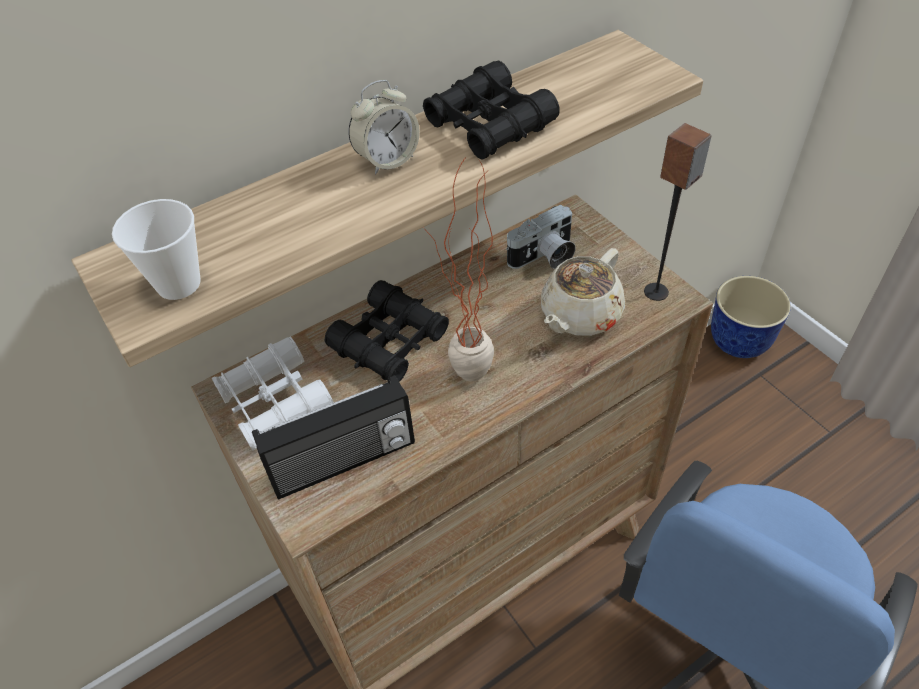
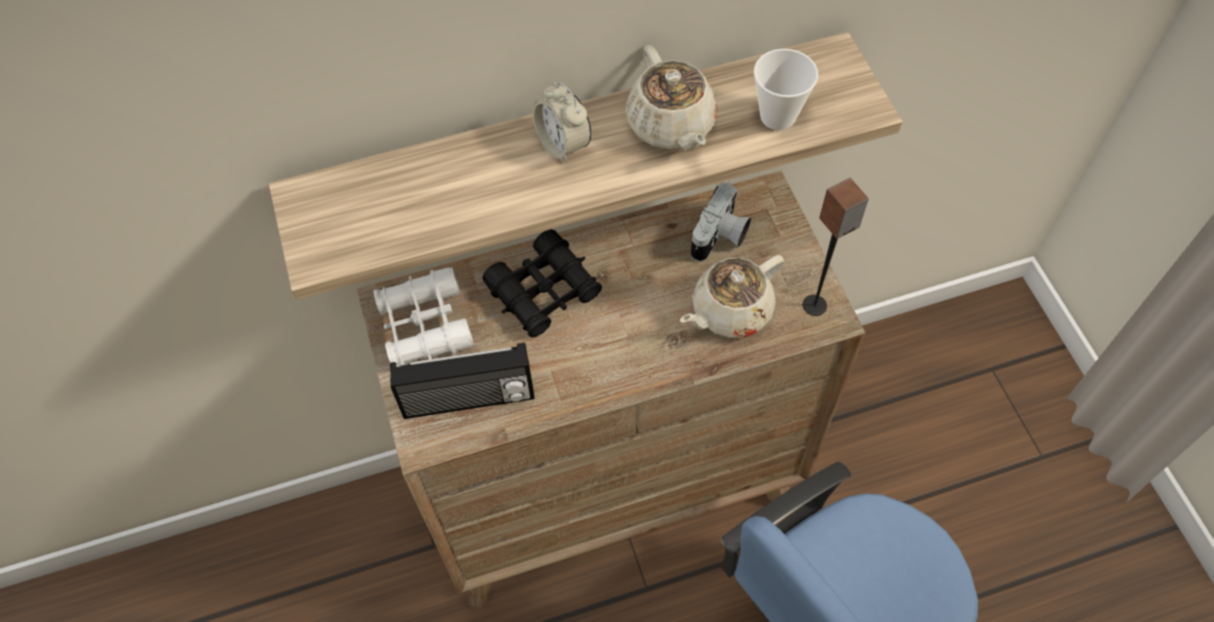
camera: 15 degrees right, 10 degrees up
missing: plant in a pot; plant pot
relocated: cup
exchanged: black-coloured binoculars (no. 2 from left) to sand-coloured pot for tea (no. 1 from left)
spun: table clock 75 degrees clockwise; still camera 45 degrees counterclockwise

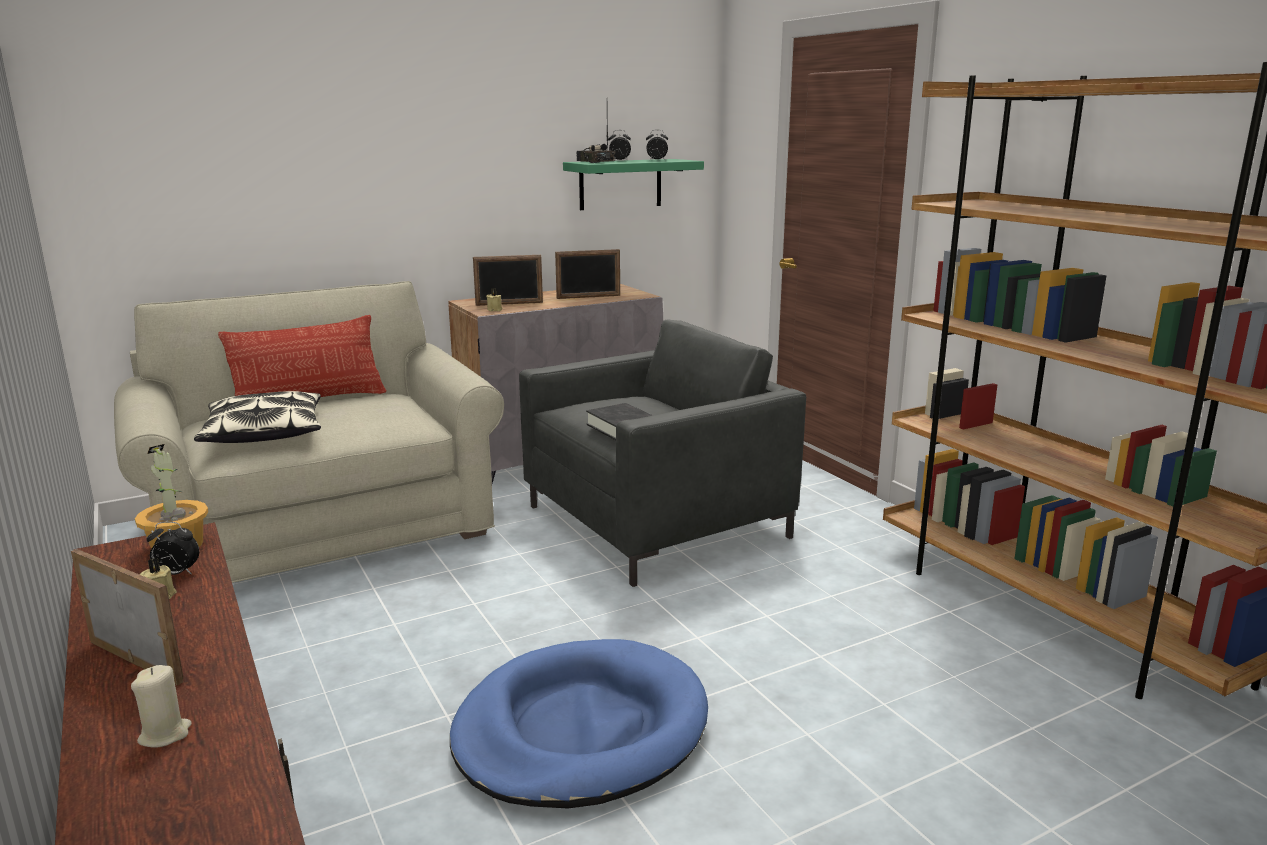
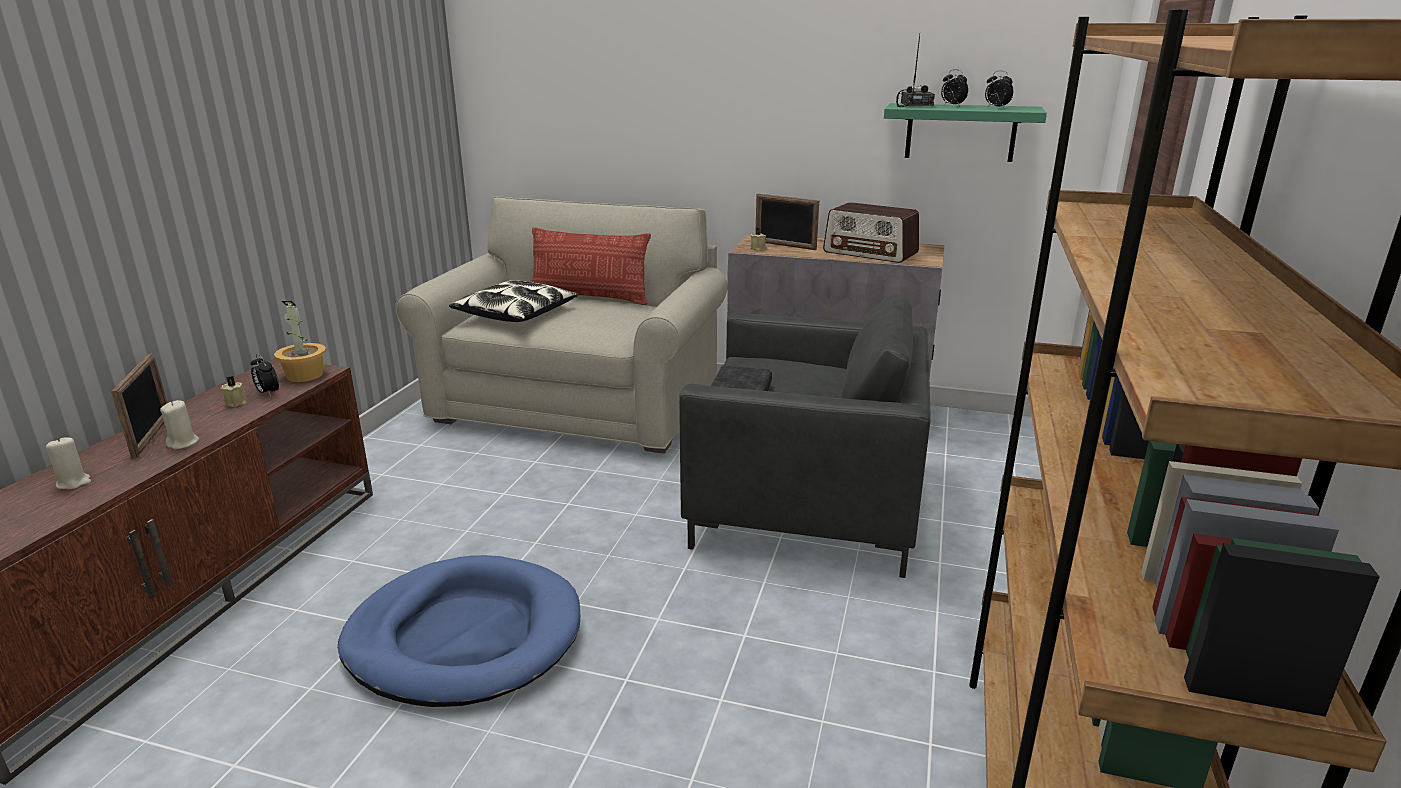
camera: 45 degrees right, 5 degrees up
appeared: sand-coloured candle (no. 2 from left)
exchanged: picture frame (no. 3 from left) to radio receiver (no. 1 from left)

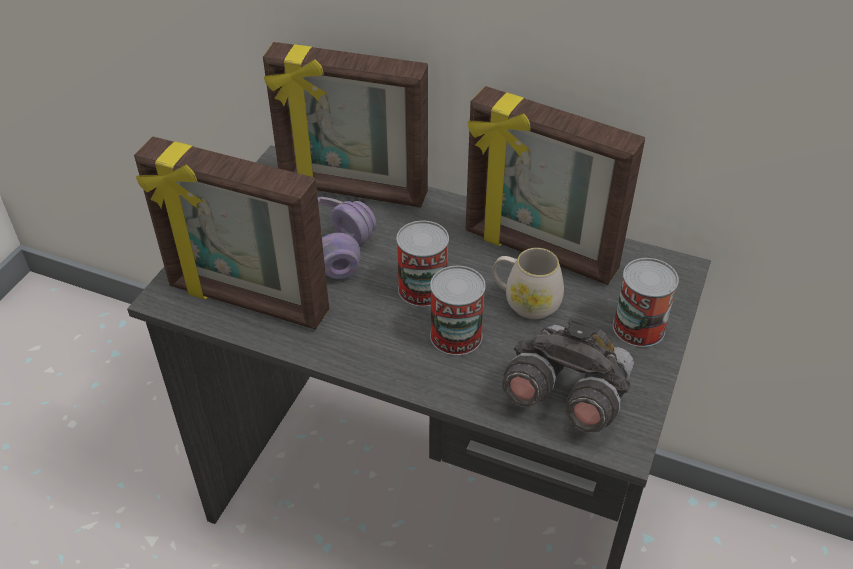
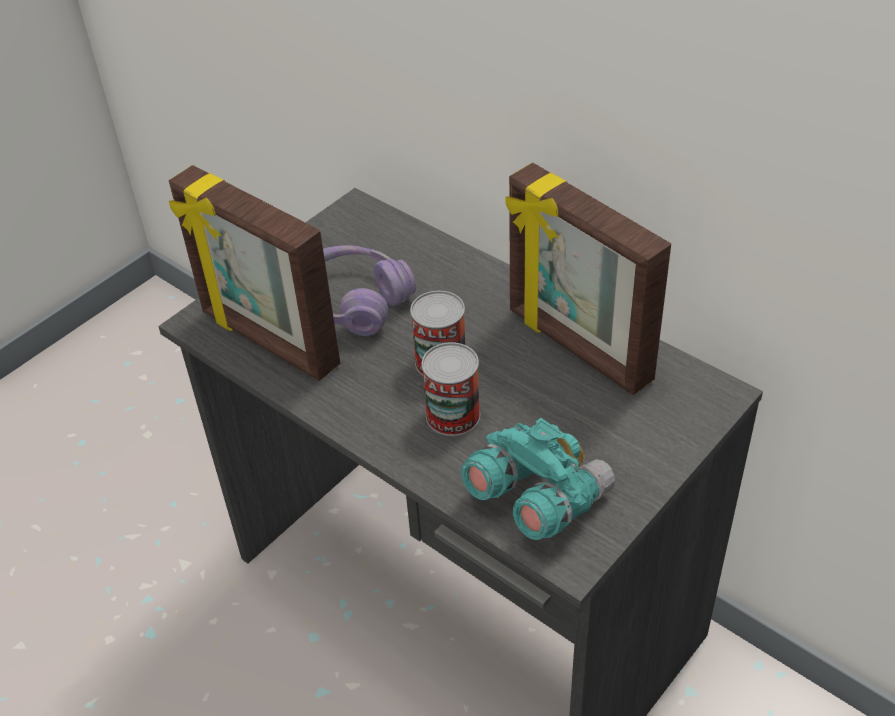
camera: 20 degrees right, 0 degrees up
missing: picture frame (no. 2 from left); white mug; sealed can (no. 3 from left)
colour: grey binoculars to turquoise binoculars

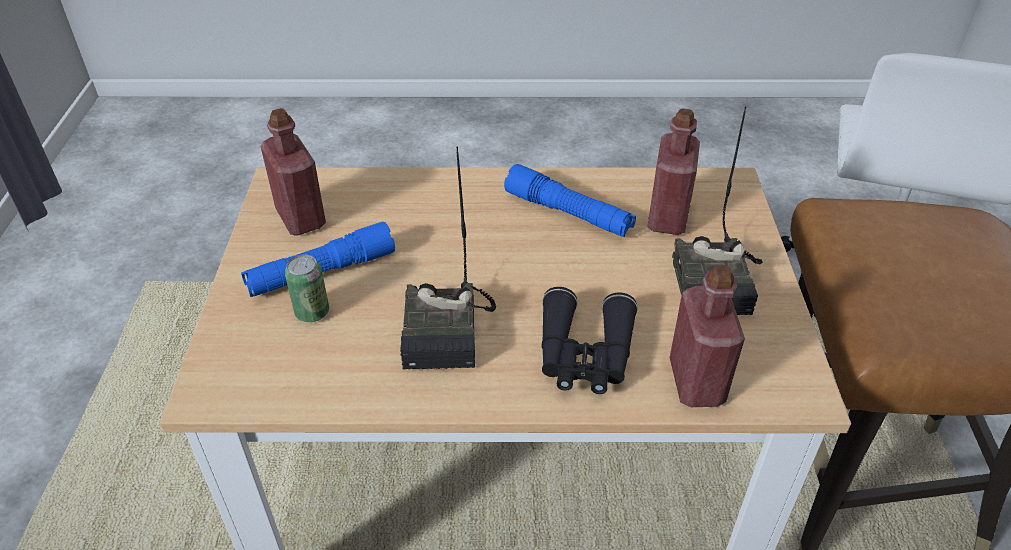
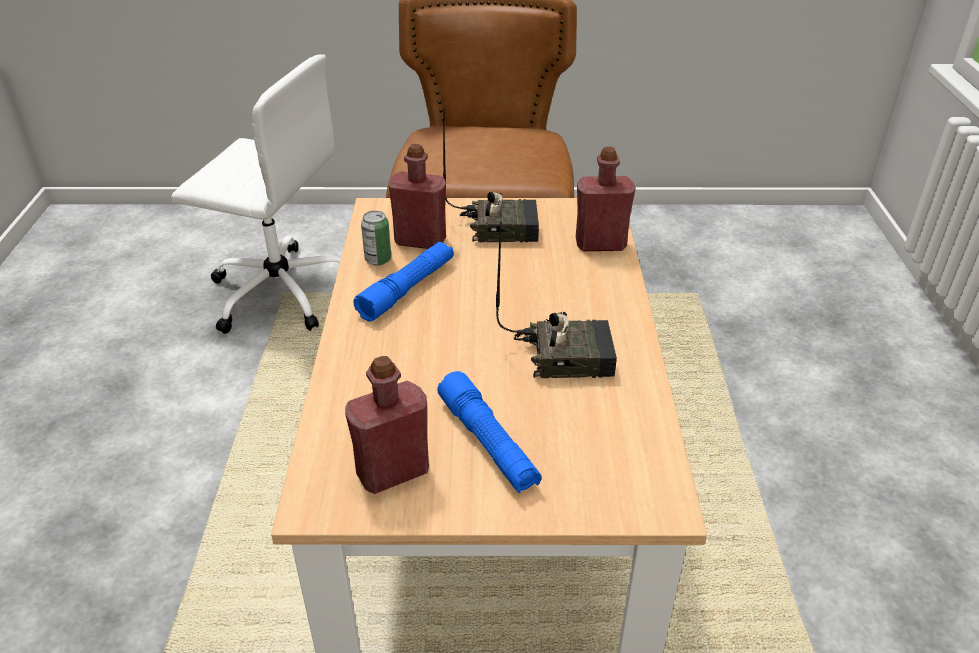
camera: 90 degrees left, 5 degrees down
missing: black-coloured binoculars
relocated: sealed can

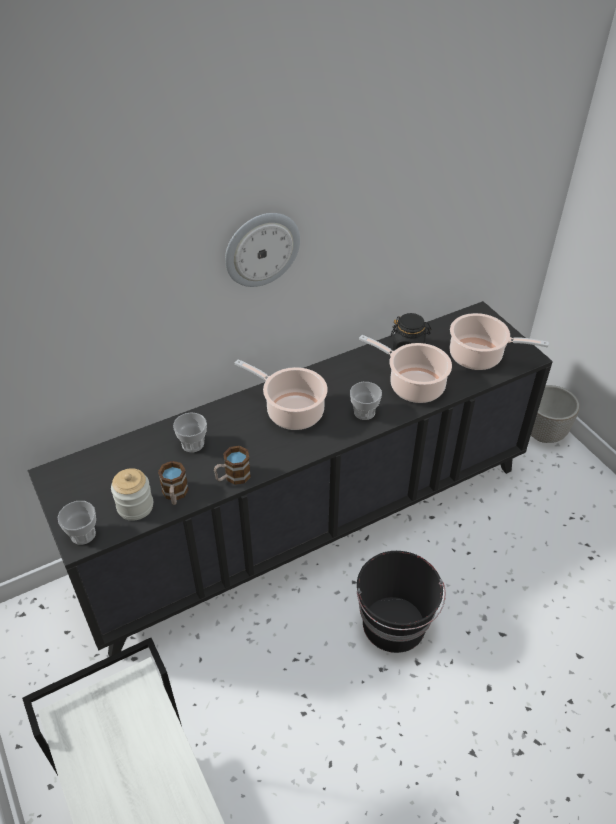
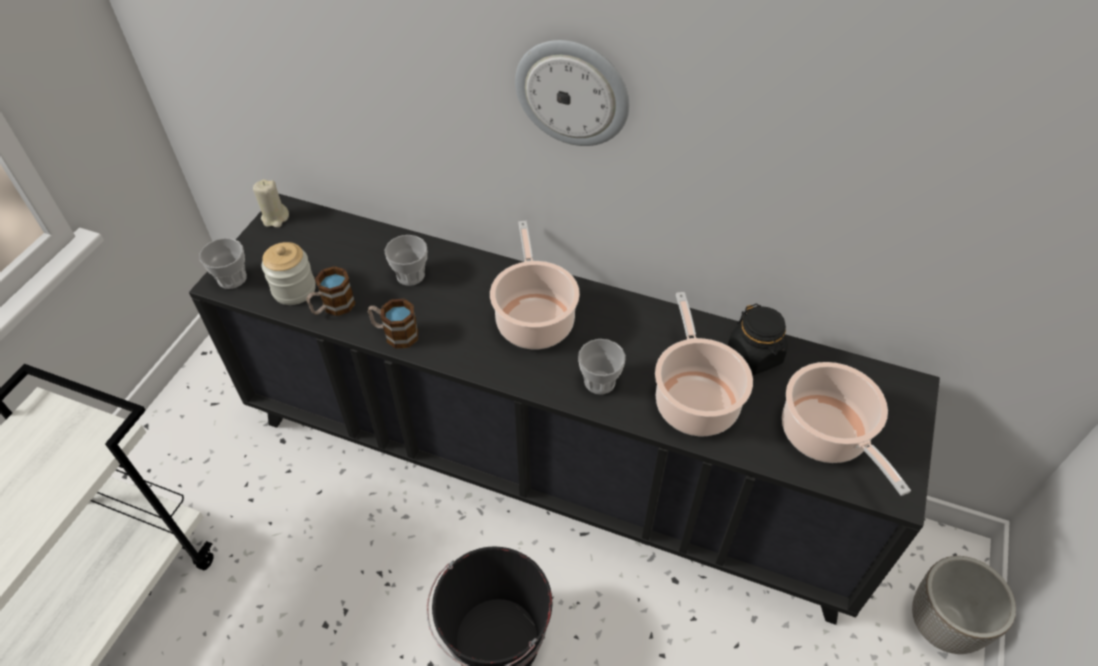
camera: 50 degrees right, 5 degrees up
appeared: sand-coloured candle

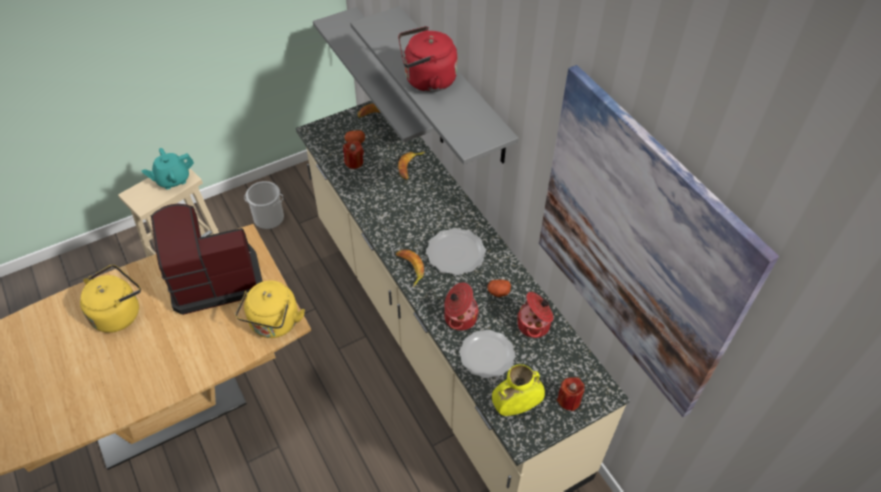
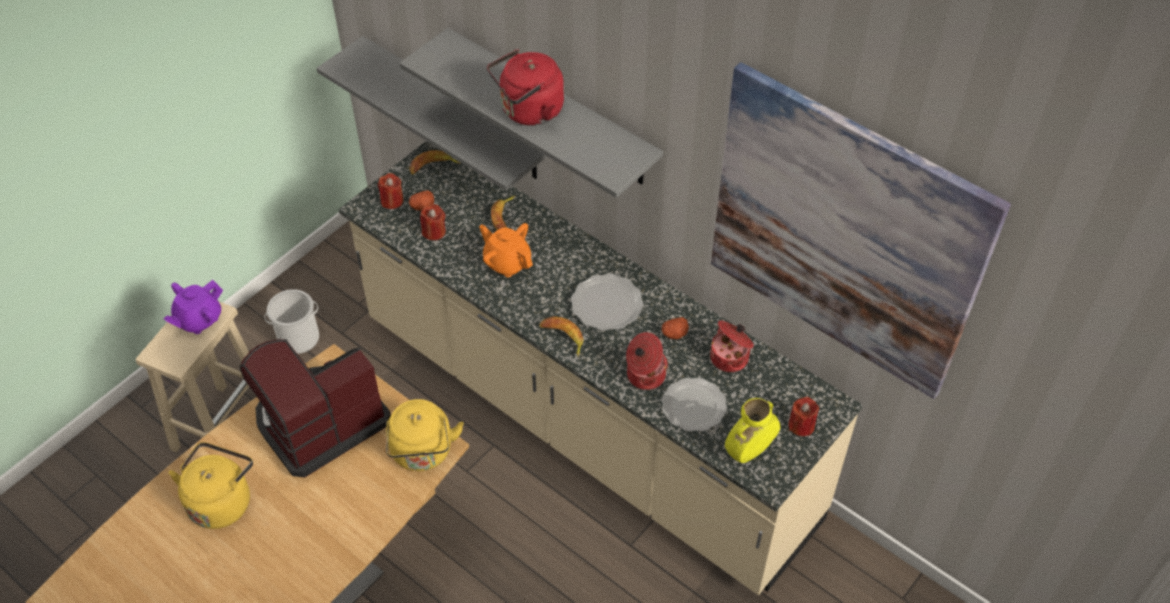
camera: 20 degrees left, 0 degrees up
appeared: red-coloured candle (no. 1 from left); orangey pot for tea
colour: turquoise pot for tea to purple-coloured pot for tea

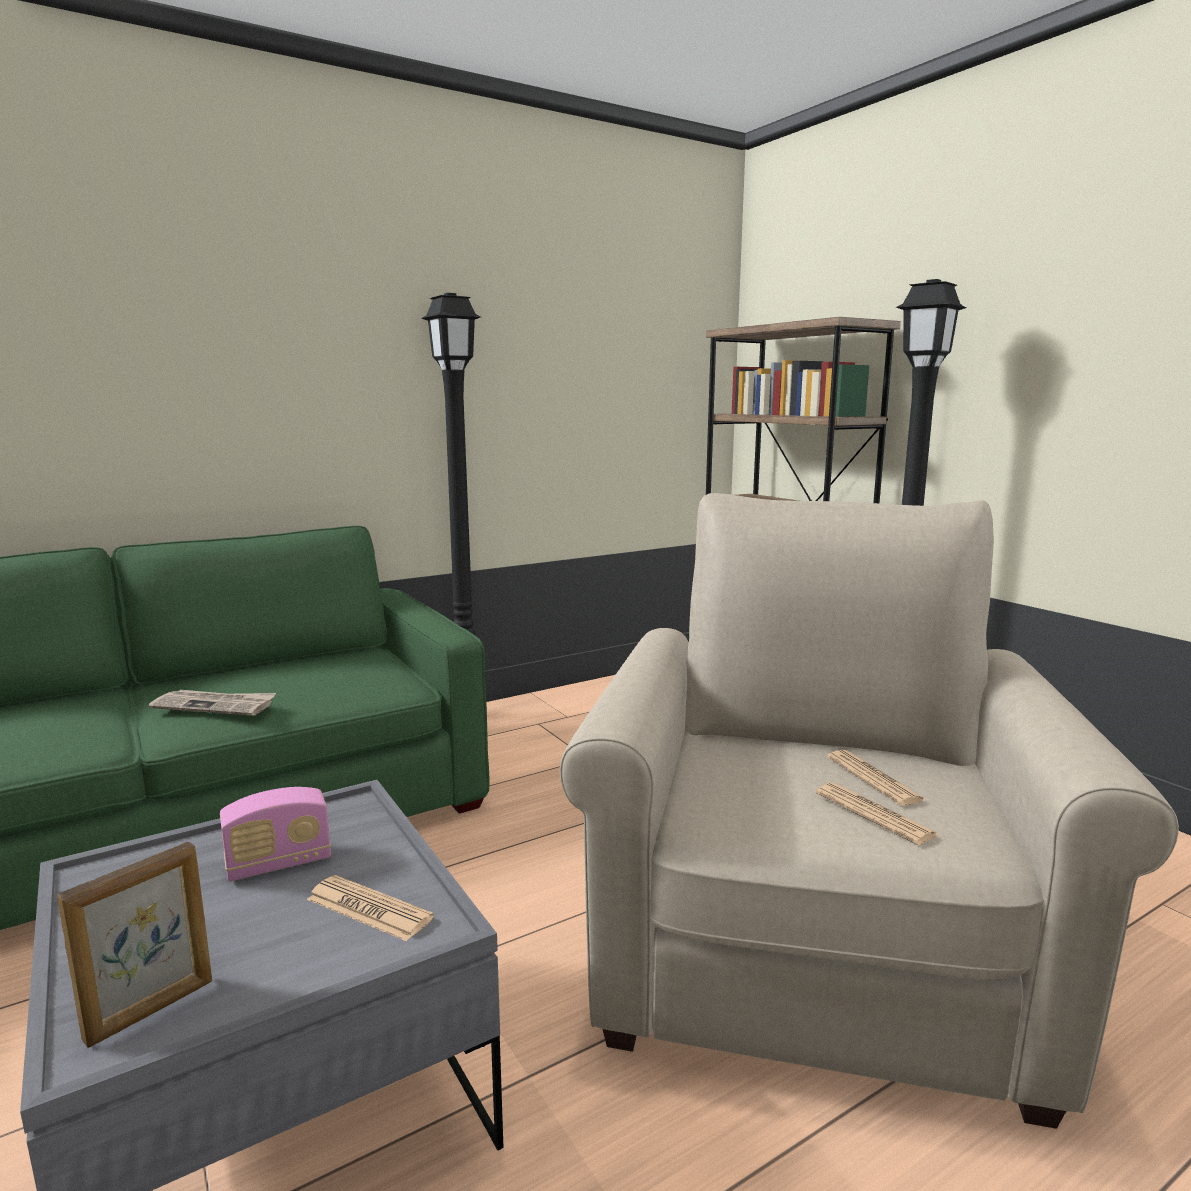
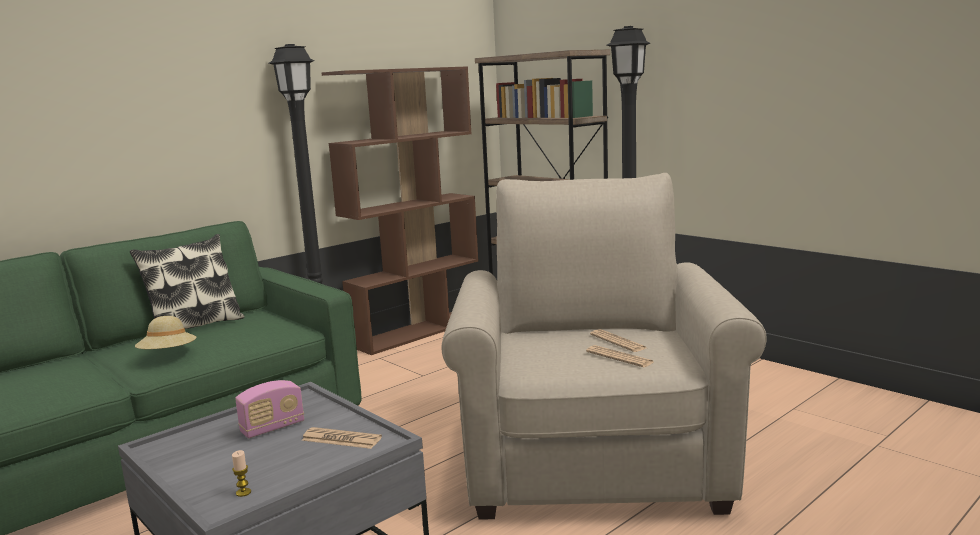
camera: 10 degrees left, 0 degrees up
appeared: throw pillow; brown bookshelf (no. 1 from left)
exchanged: picture frame to candle; newspaper (no. 1 from left) to sand-coloured hat

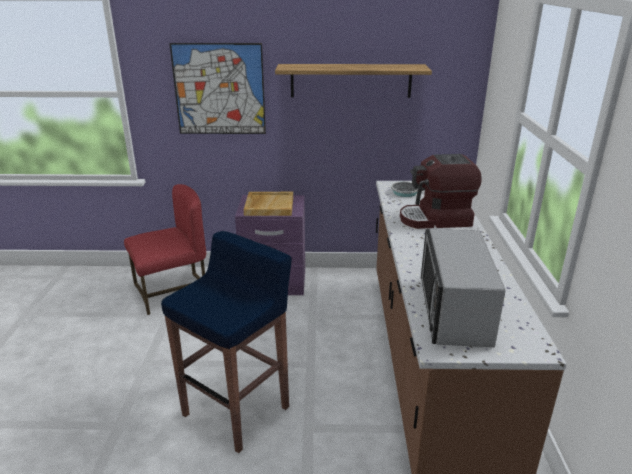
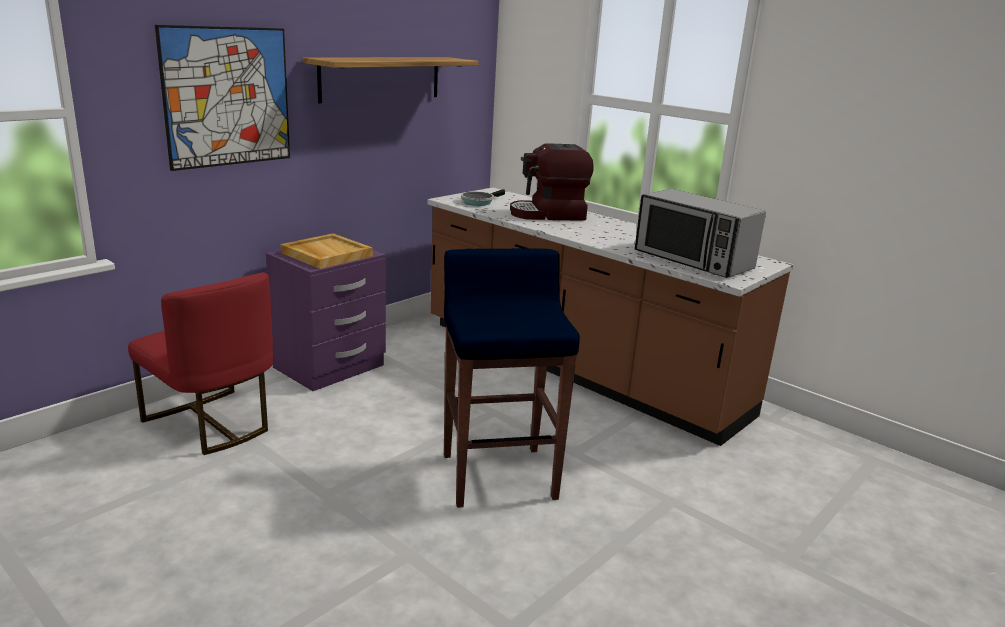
camera: 50 degrees left, 5 degrees down
spun: red-coloured chair 120 degrees clockwise; coffee maker 45 degrees clockwise

